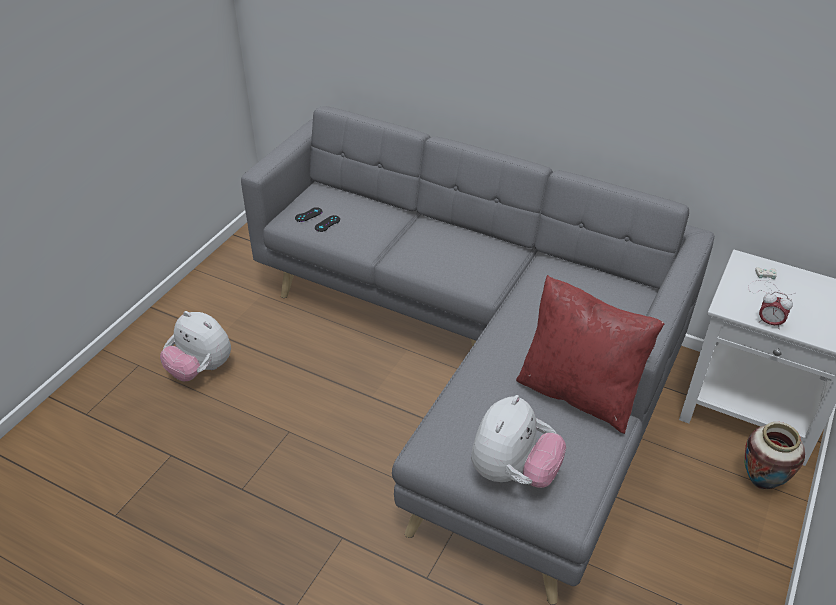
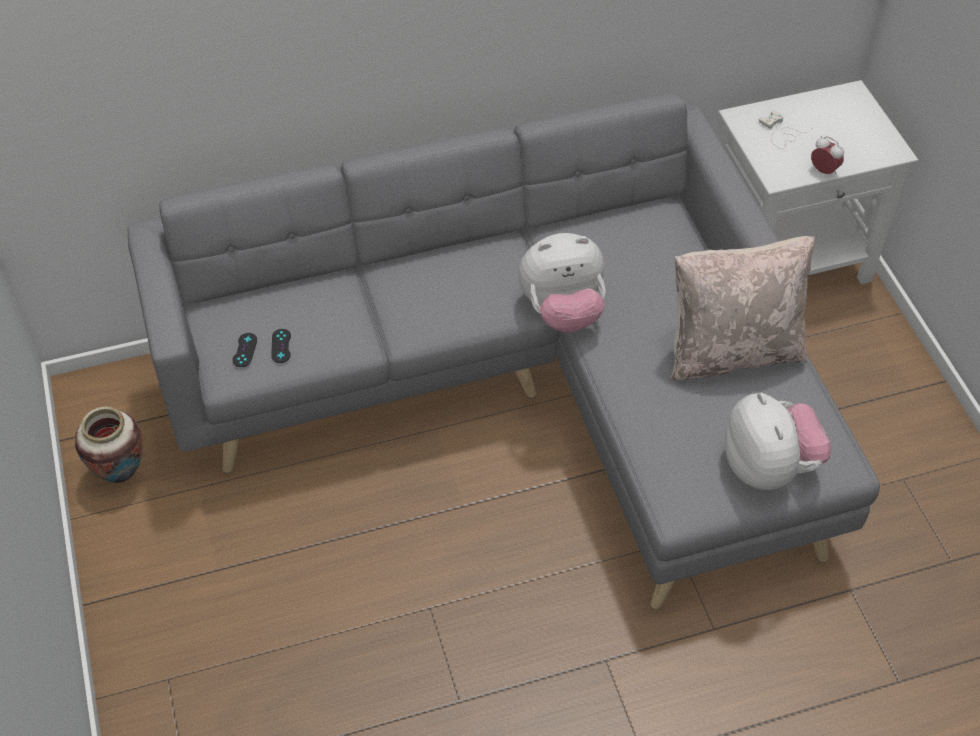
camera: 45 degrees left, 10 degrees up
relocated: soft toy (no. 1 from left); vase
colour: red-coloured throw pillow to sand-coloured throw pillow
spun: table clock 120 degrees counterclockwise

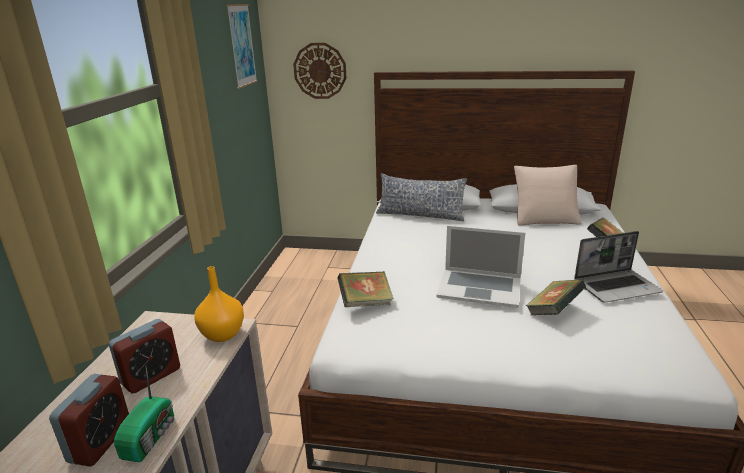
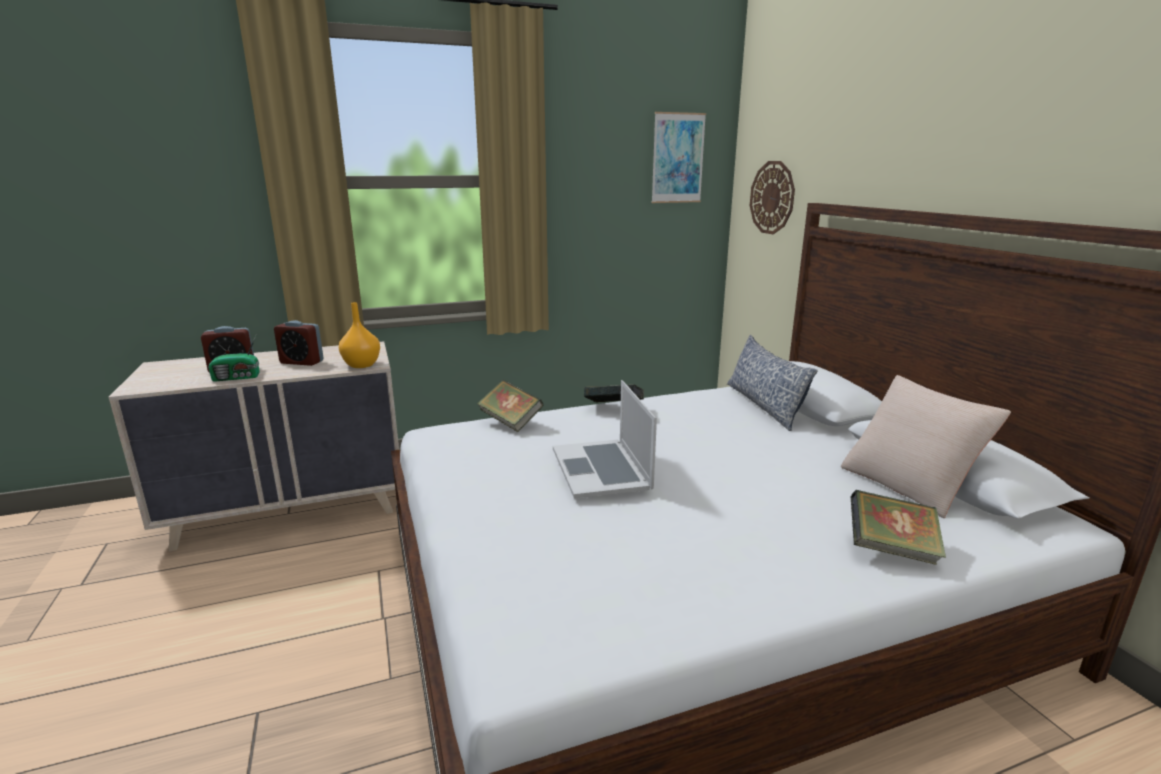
camera: 60 degrees right, 5 degrees down
missing: portable computer (no. 2 from left)
relocated: bound book (no. 2 from left)

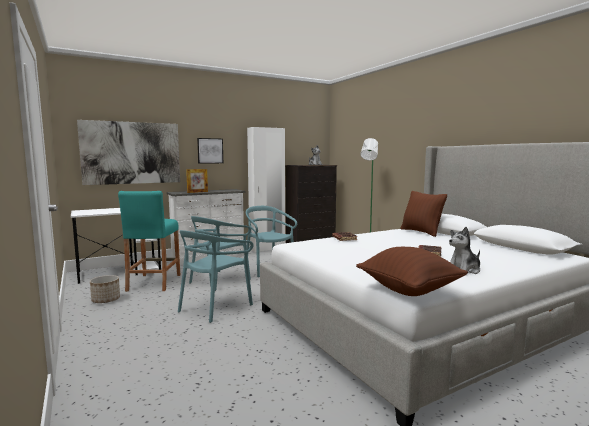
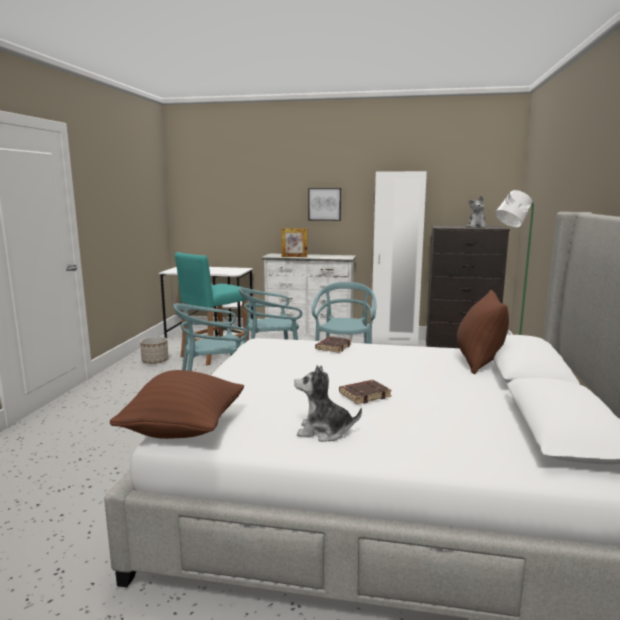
camera: 40 degrees right, 5 degrees up
missing: wall art (no. 1 from left)

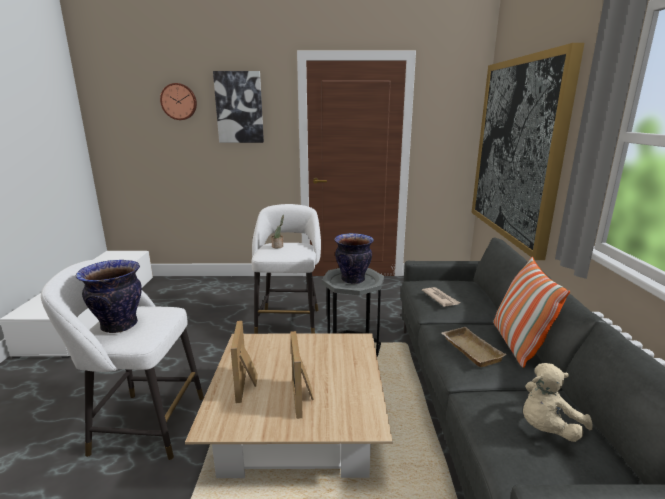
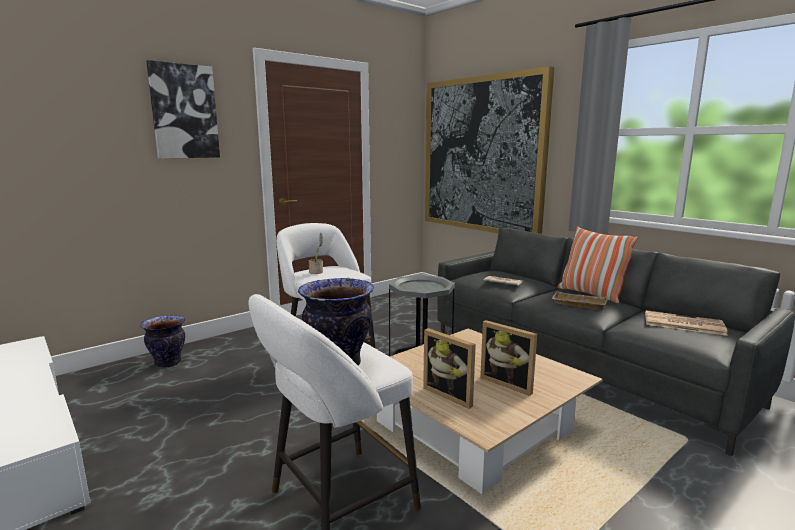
camera: 40 degrees left, 5 degrees down
missing: wall clock
relocated: vase (no. 2 from left in the first image) to vase (no. 1 from left)
exchanged: sand-coloured soft toy to newspaper (no. 2 from left)

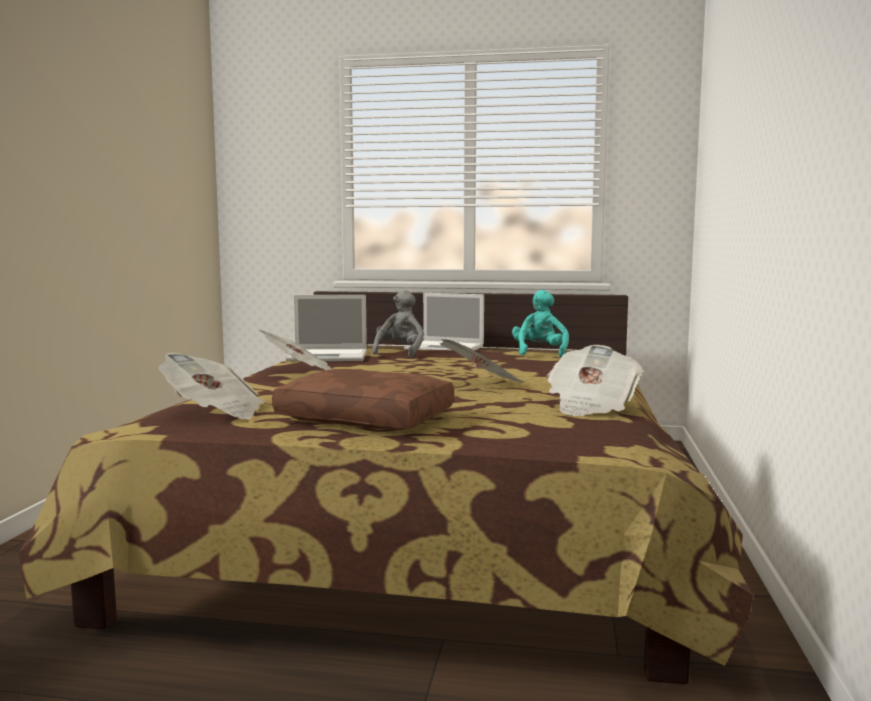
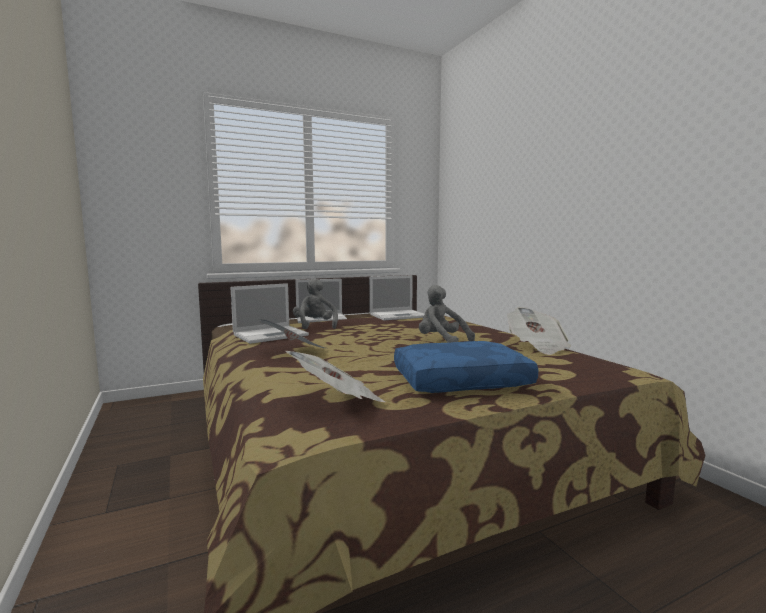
camera: 35 degrees left, 0 degrees up
exchanged: newspaper (no. 3 from left) to grey soft toy (no. 2 from left); turquoise soft toy to portable computer (no. 3 from left)
colour: brown throw pillow to blue throw pillow

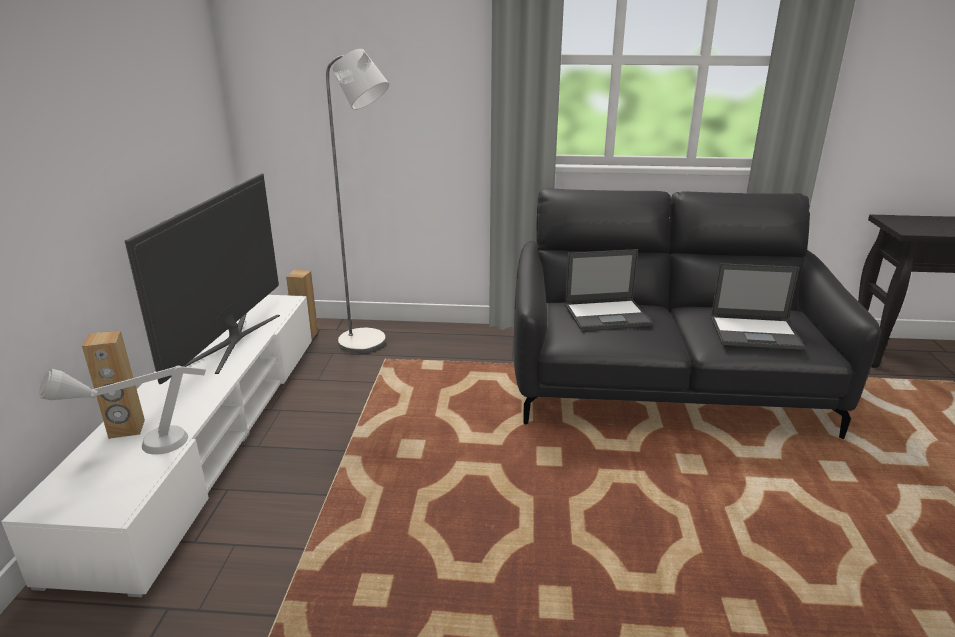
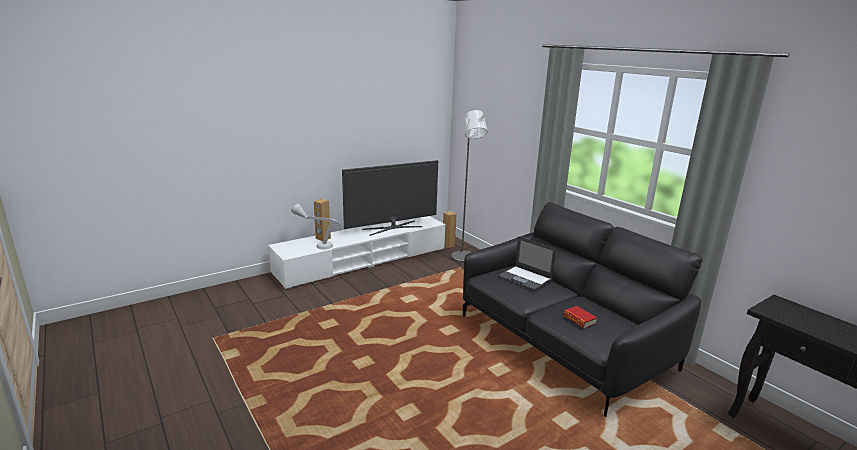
camera: 50 degrees right, 5 degrees down
exchanged: portable computer (no. 2 from left) to bound book

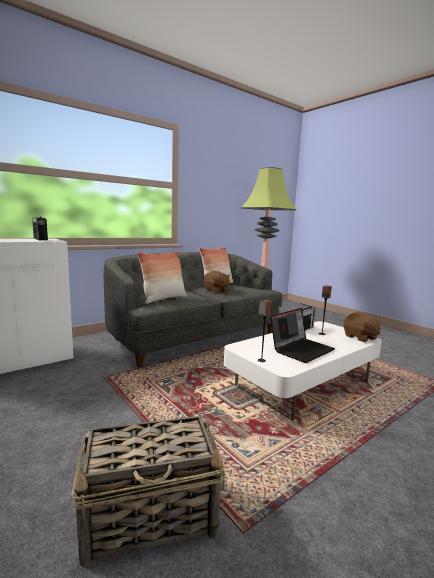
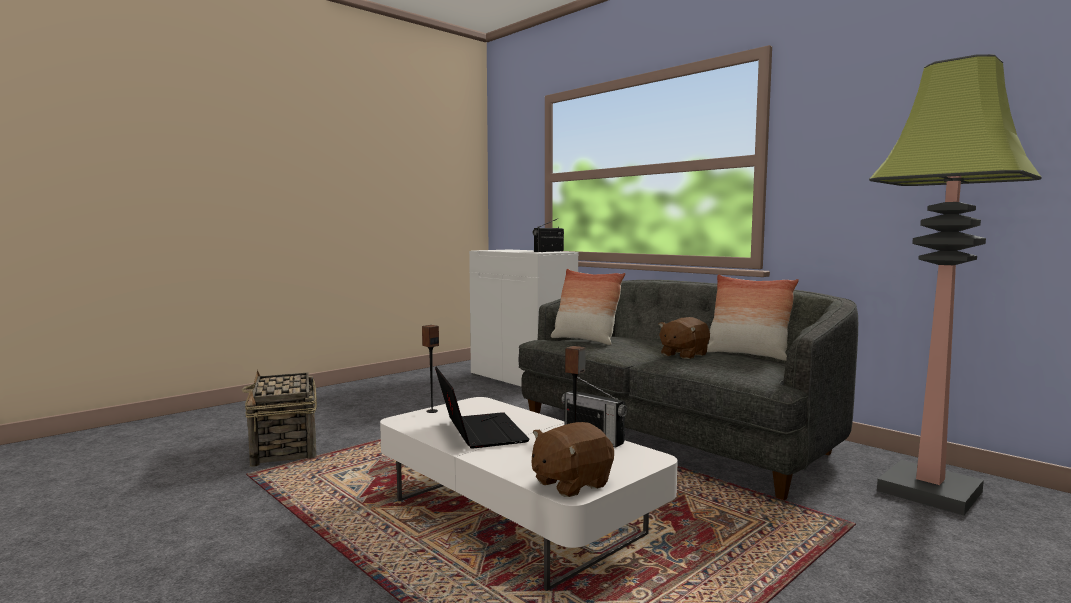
camera: 85 degrees right, 5 degrees down
spun: portable computer 150 degrees counterclockwise

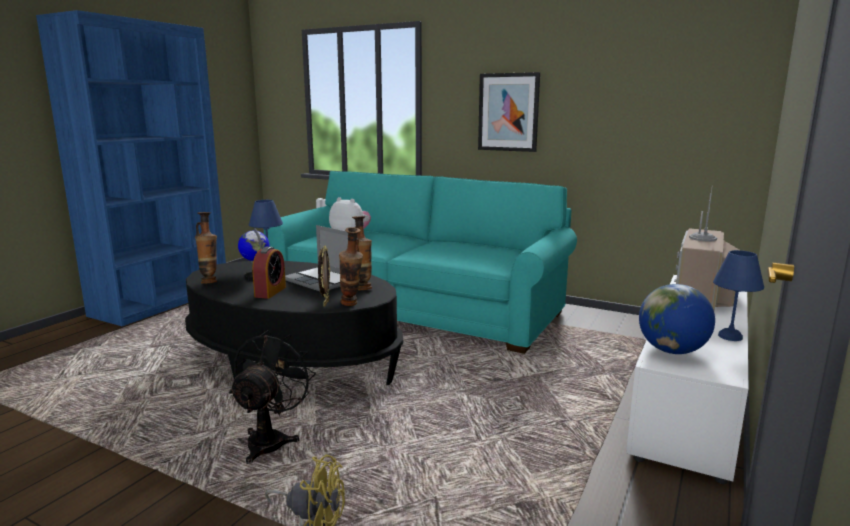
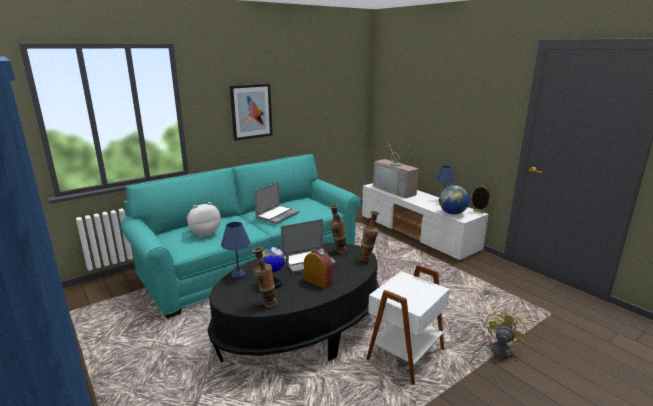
camera: 65 degrees left, 5 degrees up
appeared: portable computer (no. 1 from left)
relocated: picture frame
exchanged: black-coloured fan to white end table

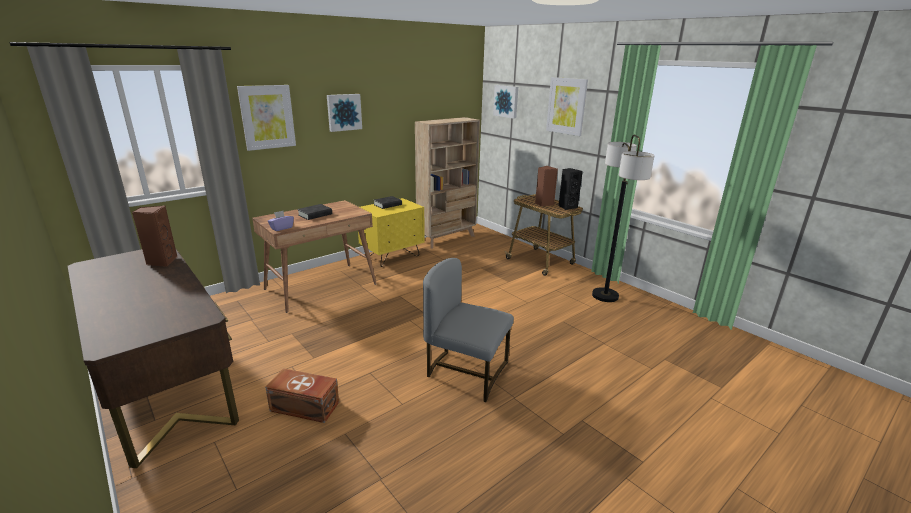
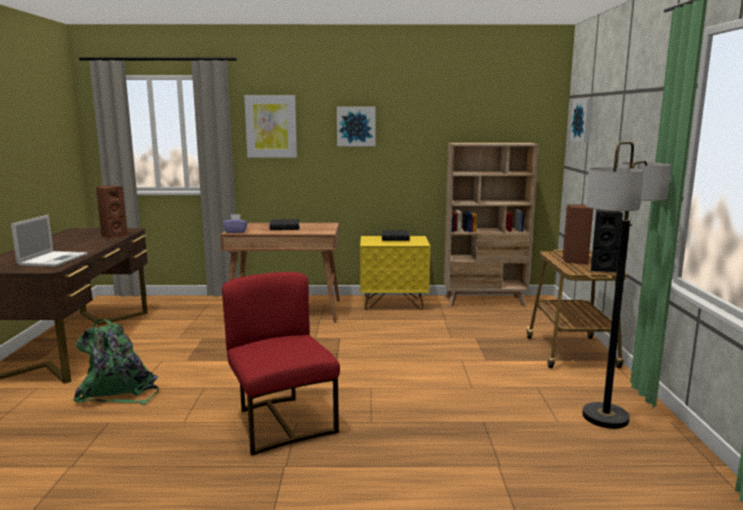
camera: 40 degrees right, 10 degrees down
missing: wall art (no. 4 from left)
appeared: portable computer
exchanged: brown storage bin to greenish knapsack
colour: grey chair to red-coloured chair

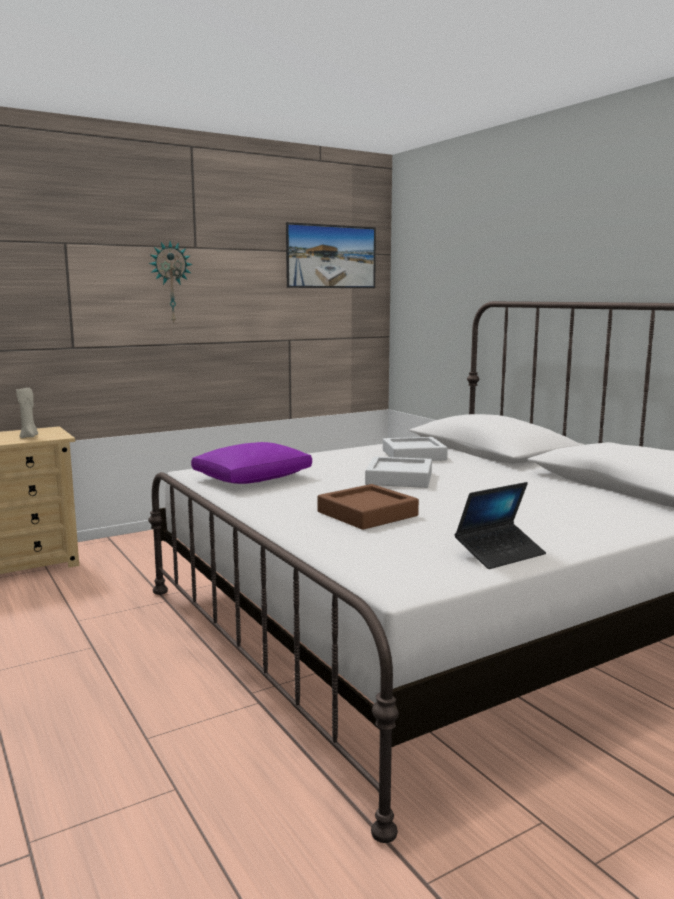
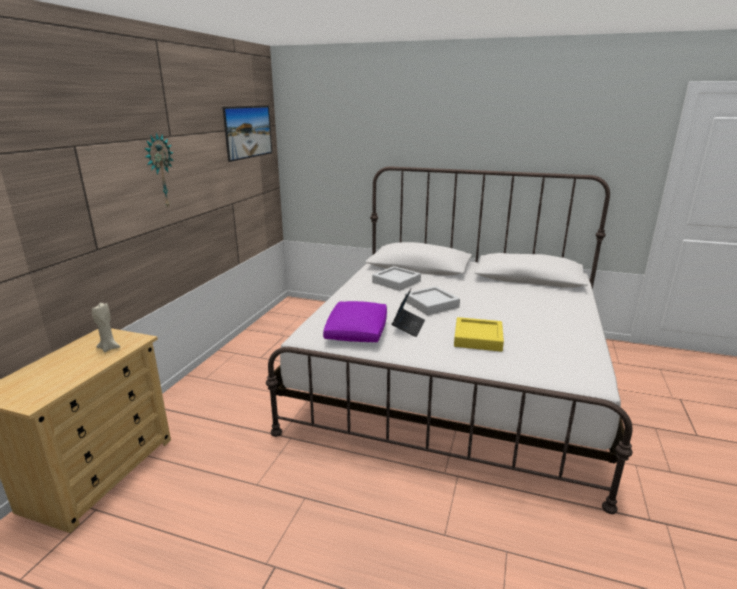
camera: 40 degrees left, 10 degrees up
relocated: portable computer
colour: brown carrying tray to yellowish carrying tray

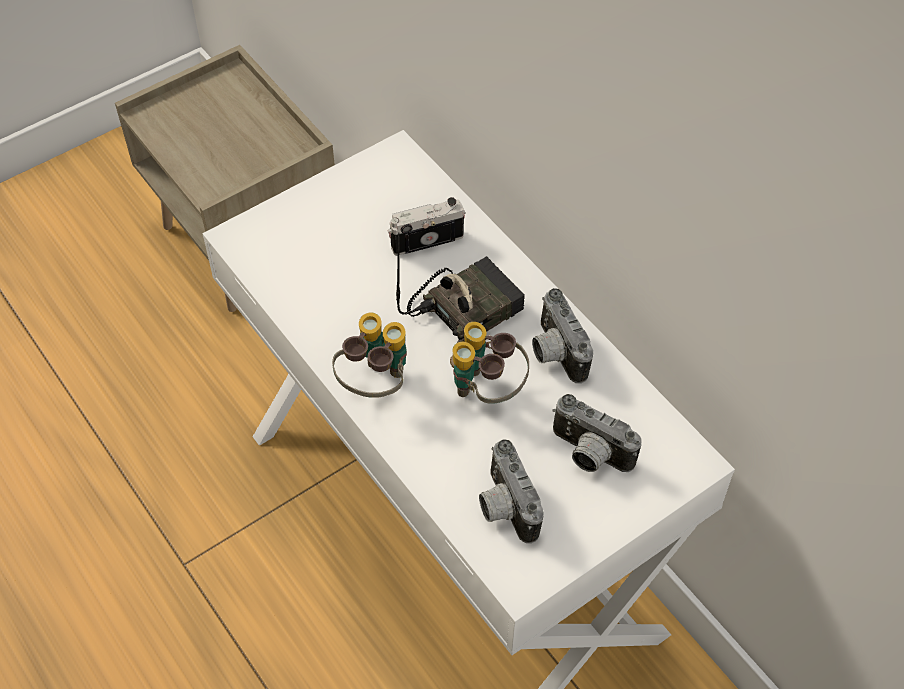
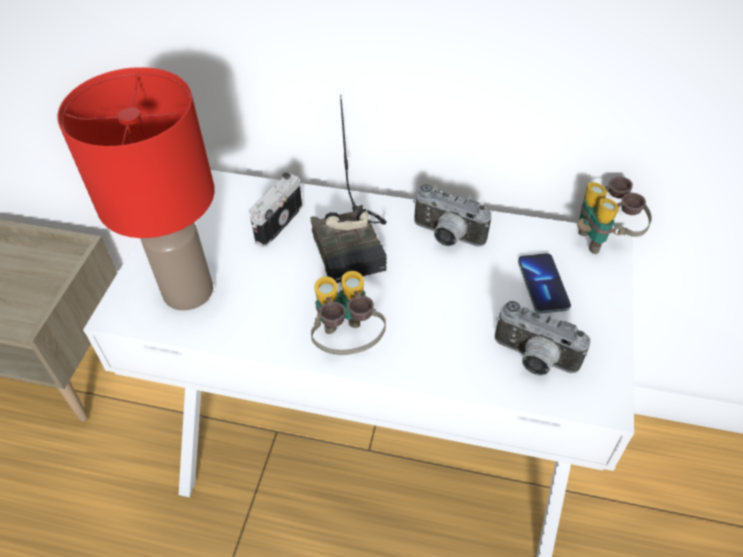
camera: 40 degrees left, 5 degrees down
appeared: red-coloured table lamp
relocated: binoculars (no. 2 from left)
exchanged: still camera (no. 4 from left) to phone
spun: radio receiver 150 degrees clockwise

